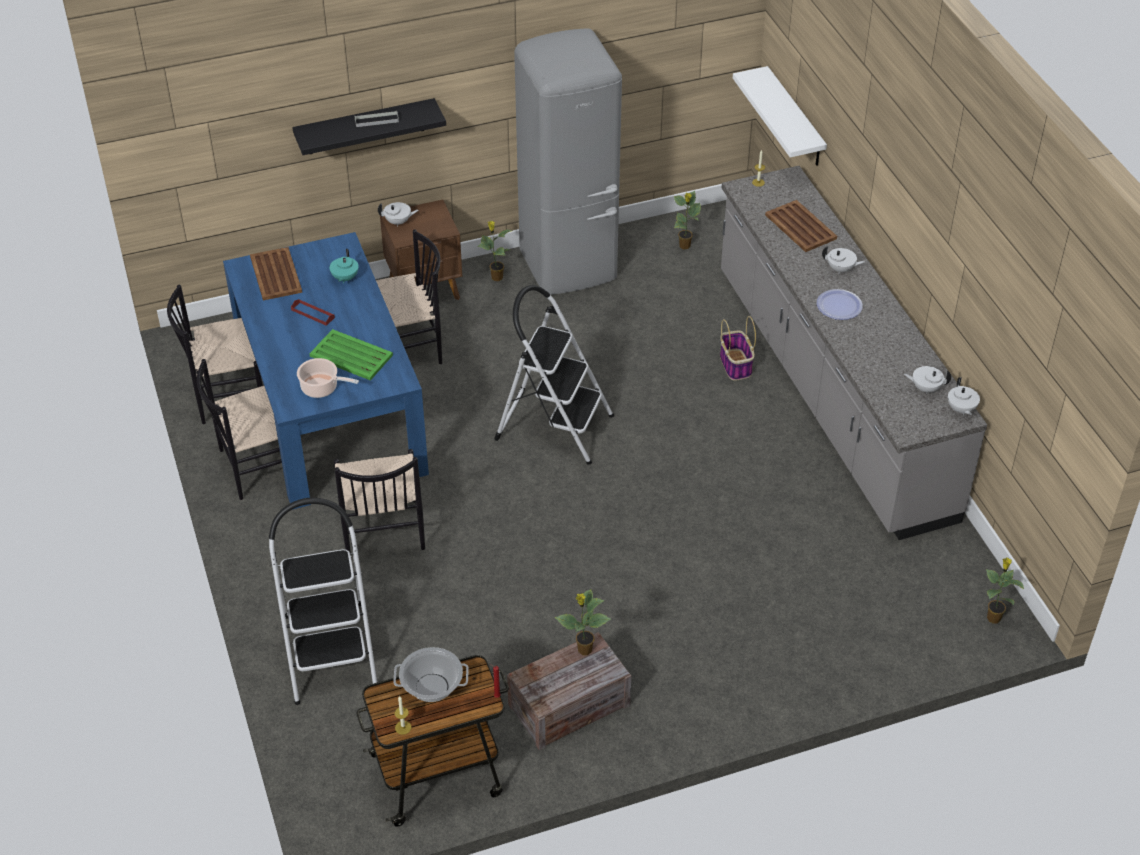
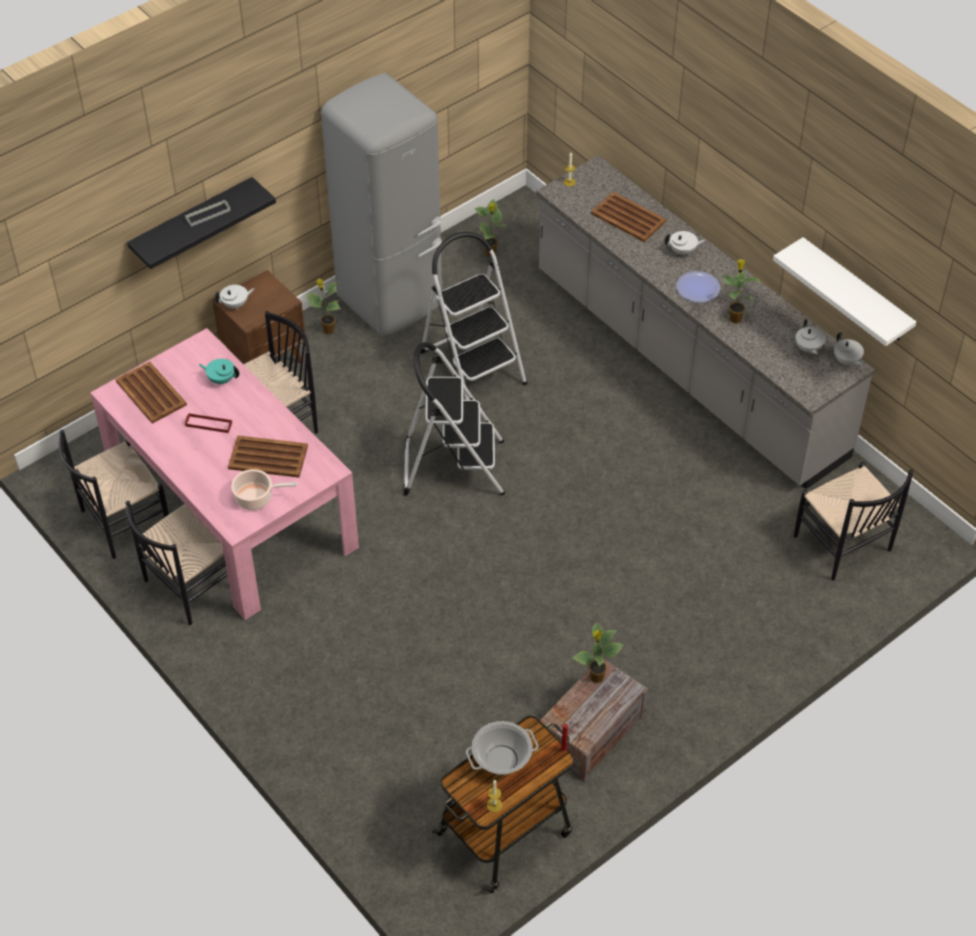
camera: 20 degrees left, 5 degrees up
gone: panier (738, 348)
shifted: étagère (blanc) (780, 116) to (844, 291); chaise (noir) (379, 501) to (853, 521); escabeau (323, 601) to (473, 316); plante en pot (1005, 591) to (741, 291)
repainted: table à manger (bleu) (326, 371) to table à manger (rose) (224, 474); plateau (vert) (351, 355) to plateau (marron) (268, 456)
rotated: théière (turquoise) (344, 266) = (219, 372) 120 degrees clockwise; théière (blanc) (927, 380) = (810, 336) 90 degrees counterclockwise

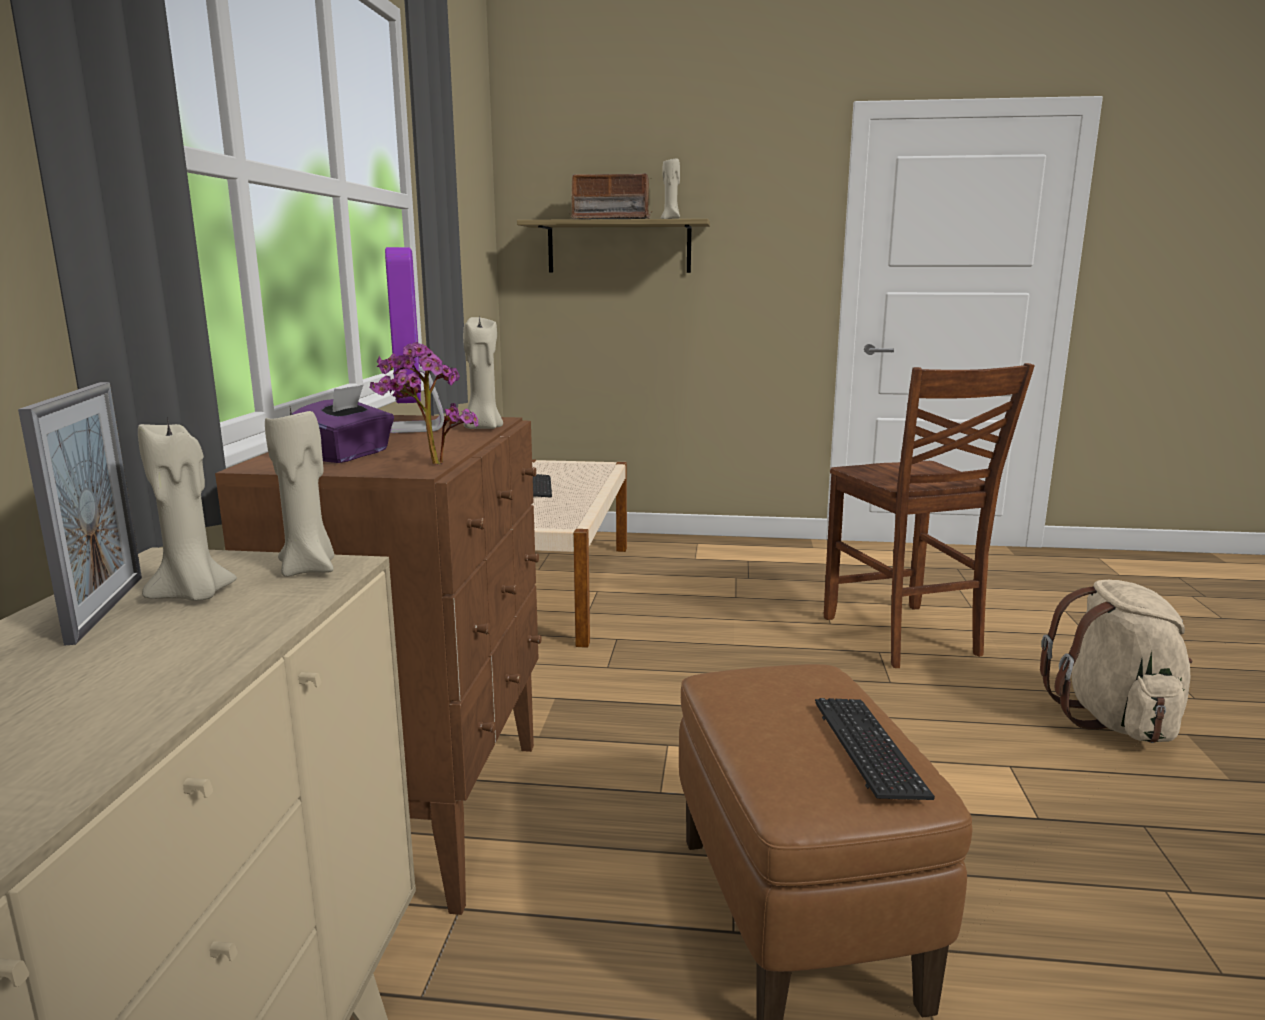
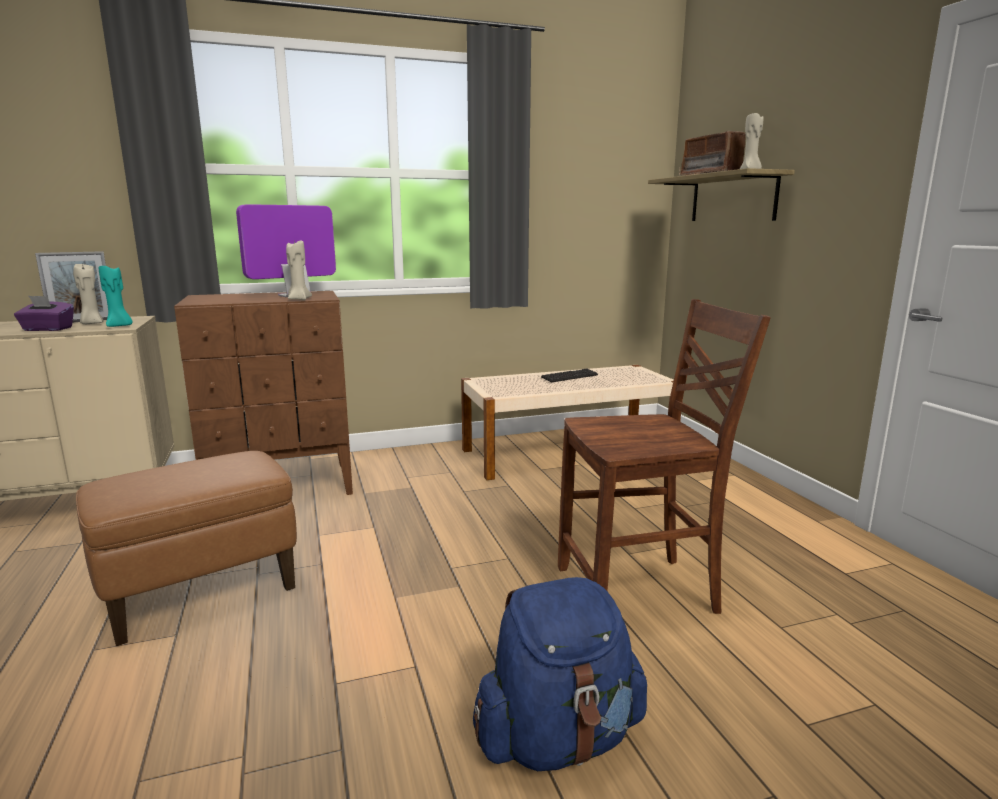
camera: 65 degrees right, 0 degrees up
gone: plante en pot (424, 403); clavier (875, 749)
shifted: boîte à mouchoirs (violet) (343, 423) to (44, 313)
repainted: bougie (beige) (299, 492) to bougie (turquoise) (116, 296); sac à dos (beige) (1116, 661) to sac à dos (bleu) (560, 674)
rotated: chaise (marron) (929, 515) = (664, 456) 150 degrees counterclockwise

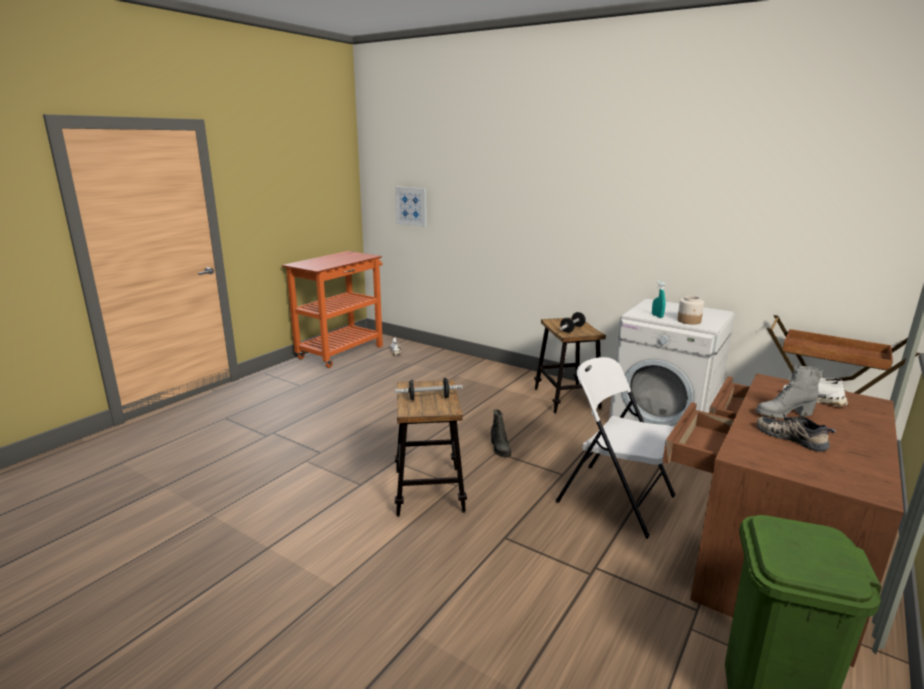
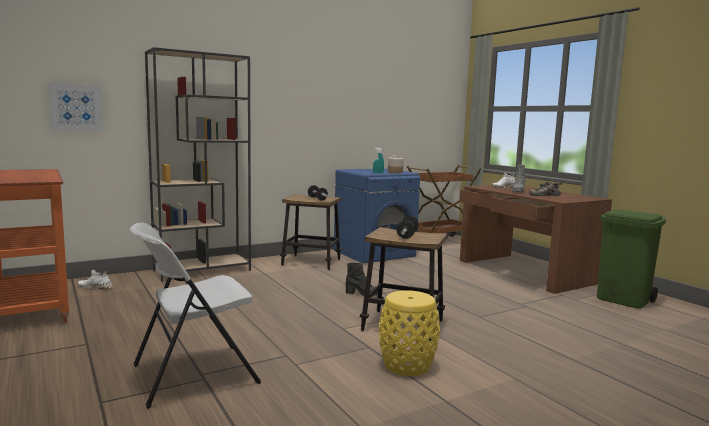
camera: 65 degrees left, 10 degrees down
new: bibliothèque (198, 164); tabouret (jaune) (409, 333)
shifted: chaise (blanc) (616, 448) to (195, 316)
repainted: lave-linge (blanc) (672, 362) to lave-linge (bleu) (377, 215)

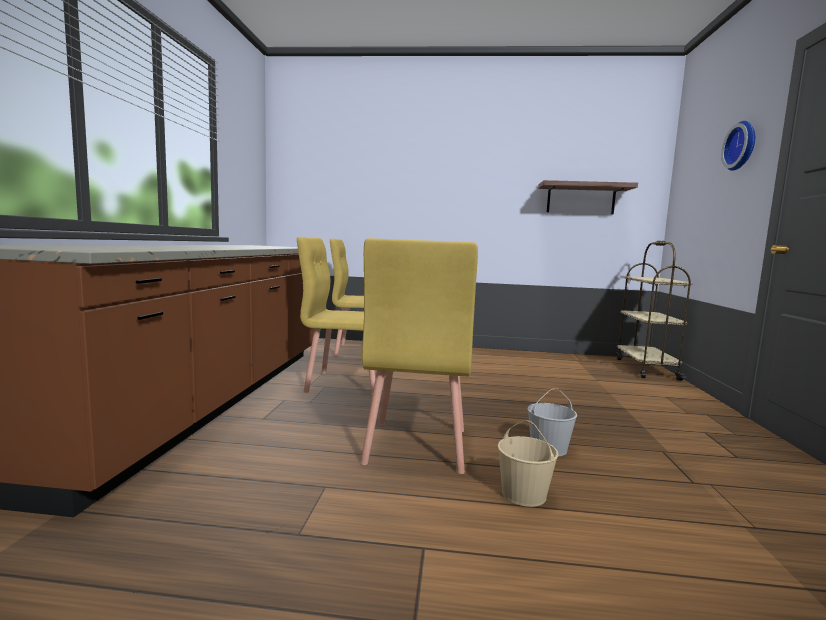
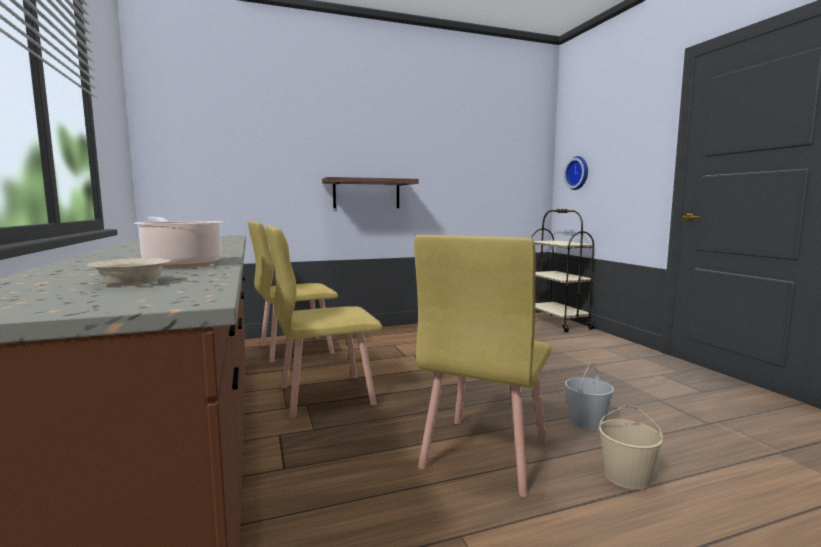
camera: 25 degrees left, 0 degrees up
new: marmite (179, 242); bol (beige) (129, 272)
shifted: horloge murale (738, 146) to (576, 173); étagère (588, 197) to (370, 192)
rotated: chaise (jaune) (419, 356) = (483, 366) 45 degrees clockwise

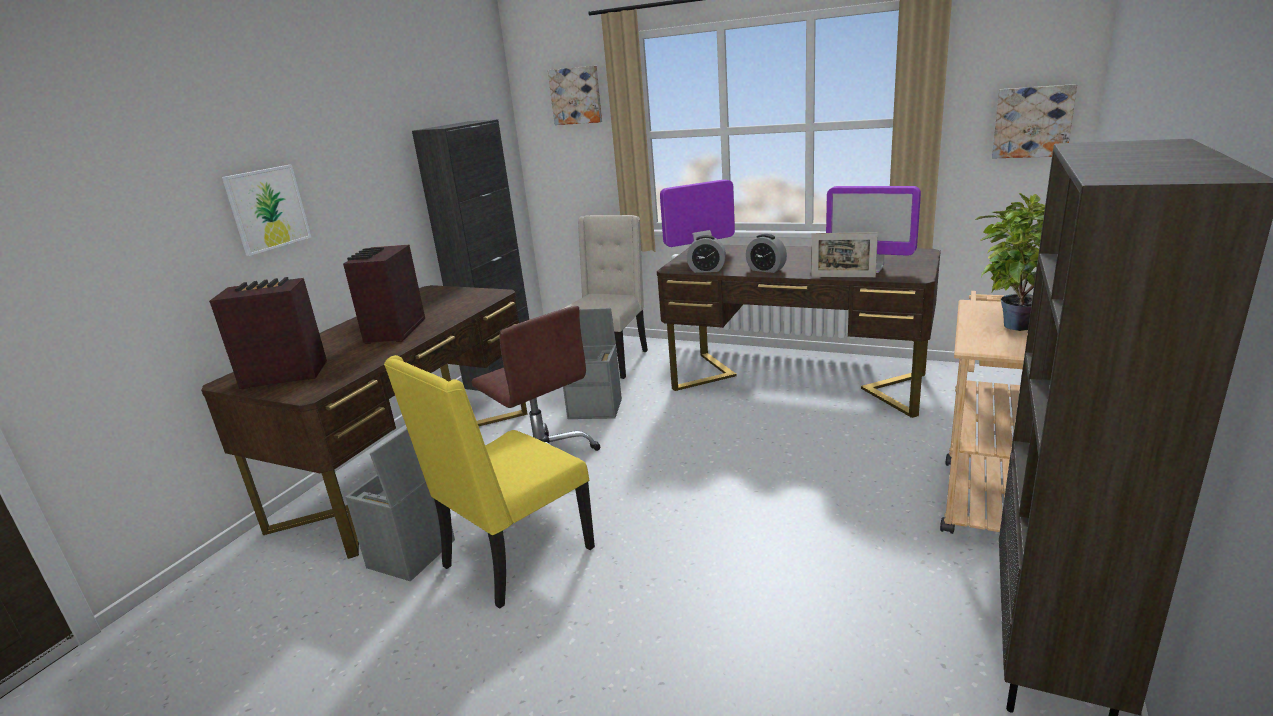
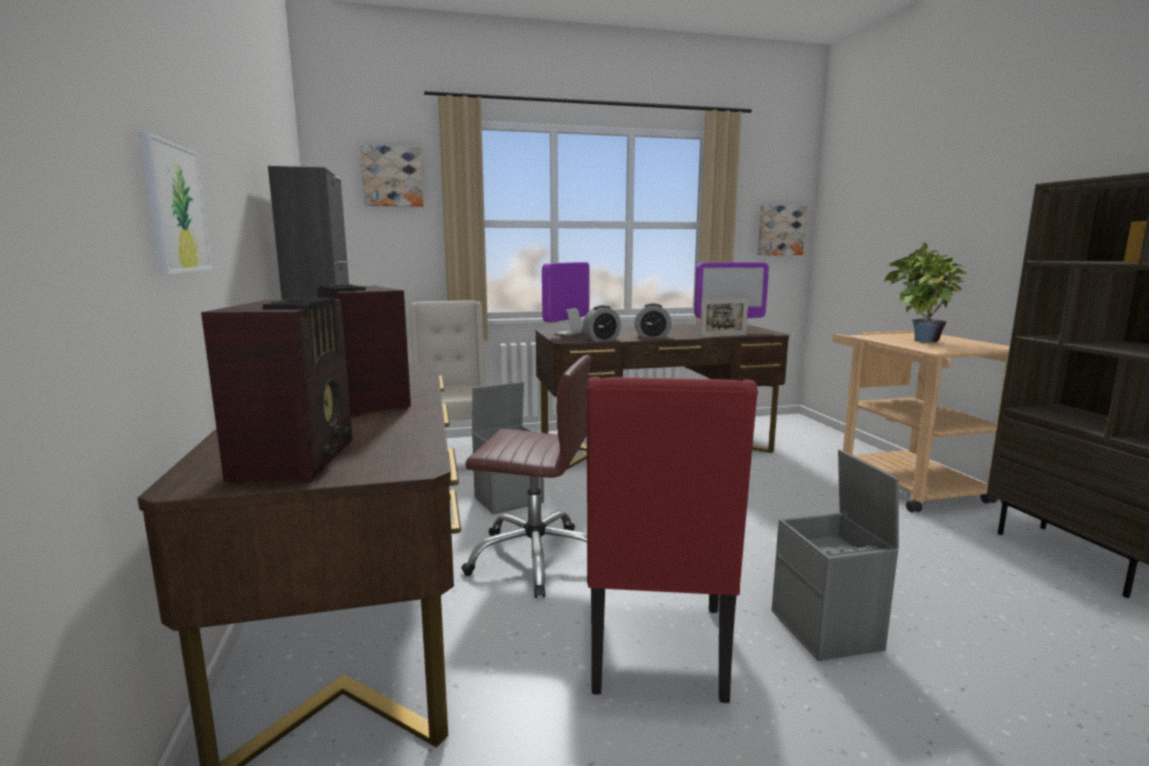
camera: 40 degrees left, 10 degrees down
shifted: boîte de rangement (gris) (400, 505) to (835, 555)
repainted: chaise (jaune) (489, 482) to chaise (rouge) (672, 540)
rotated: radio (268, 333) = (276, 390) 135 degrees clockwise

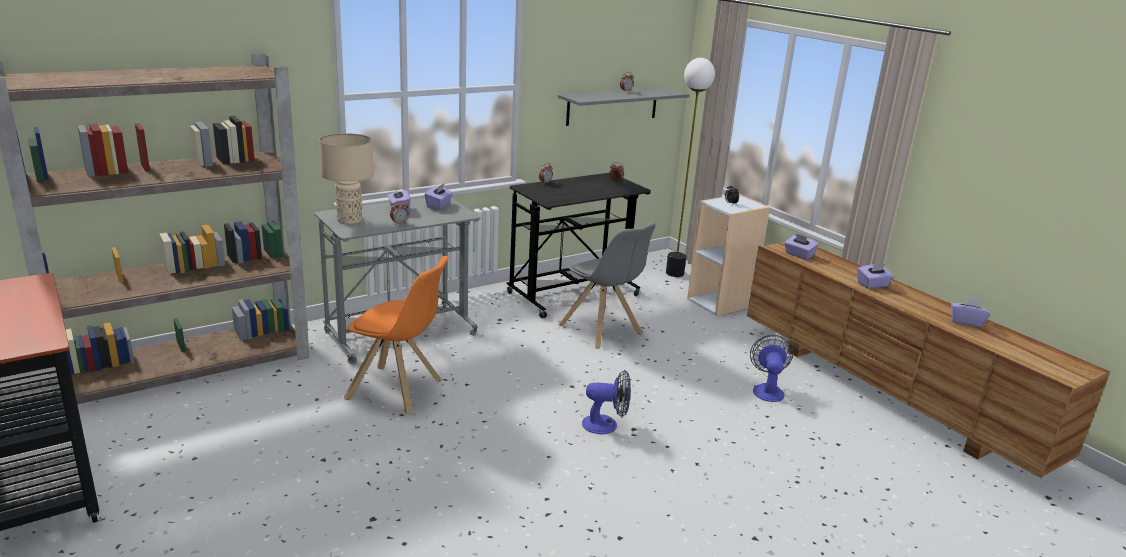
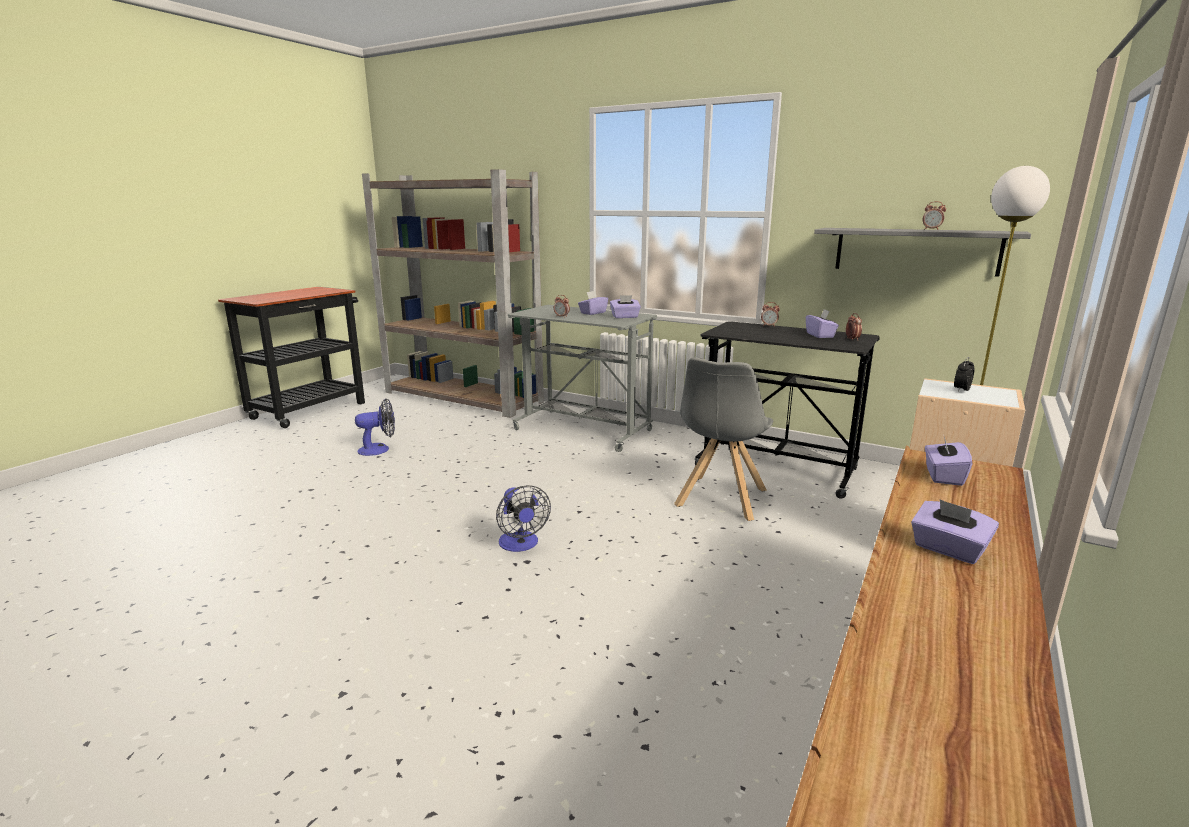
camera: 65 degrees right, 5 degrees down
gone: lampe de table (beige) (346, 178); chaise (orange) (396, 335)
shifted: boîte à mouchoirs (violet) (970, 311) to (822, 323); ventilateur (772, 368) to (375, 427)

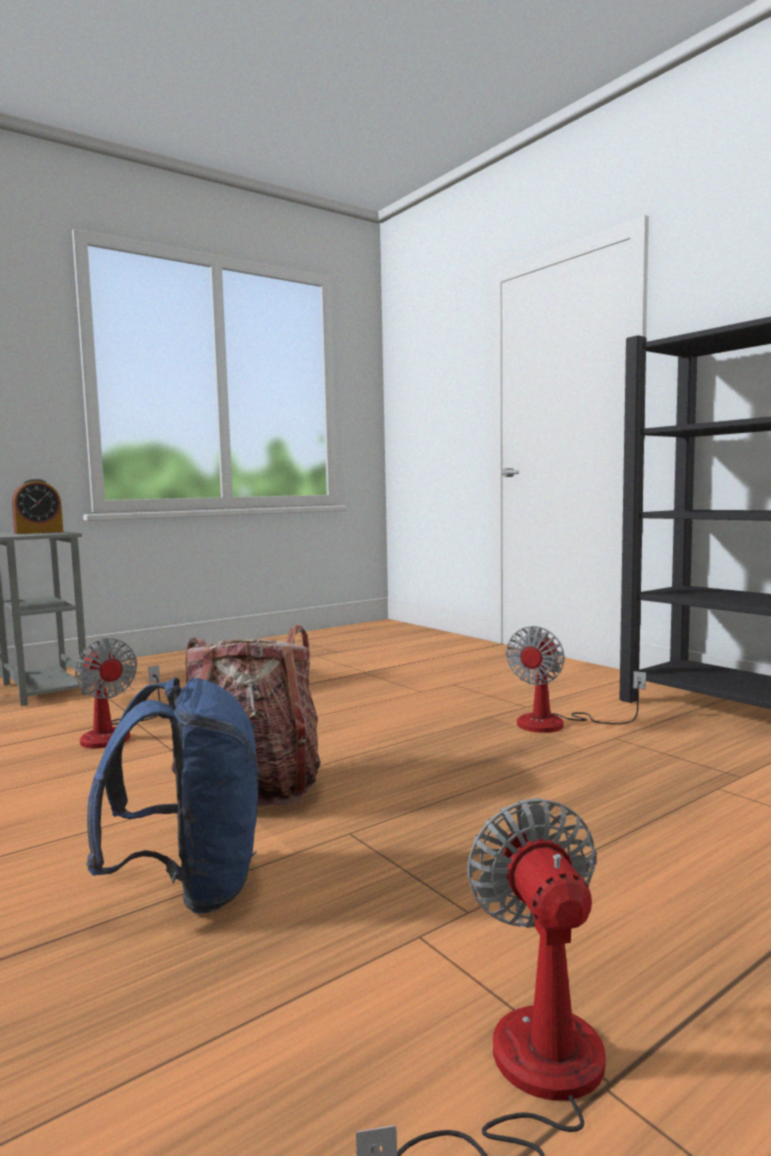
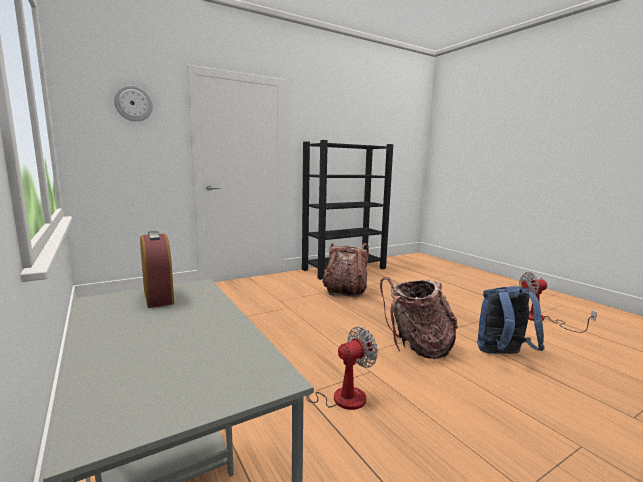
camera: 85 degrees left, 5 degrees up
new: horloge murale (133, 103)
swapped: ventilateur (576, 679) to sac à dos (345, 270)

